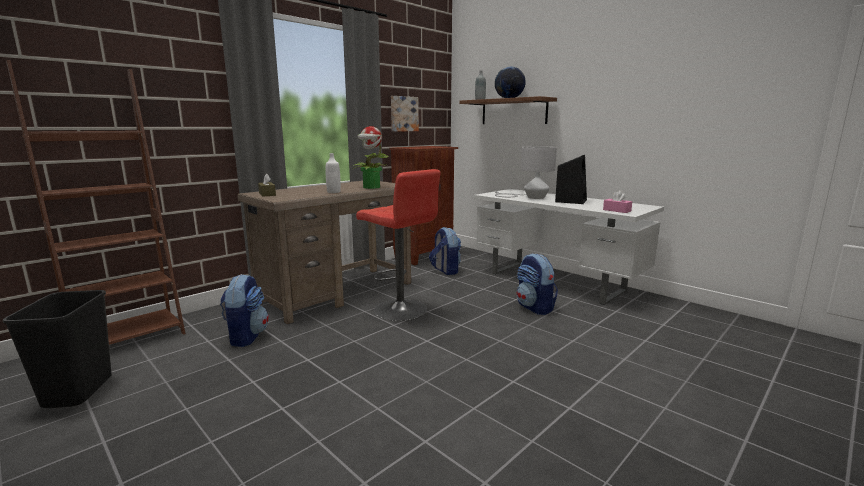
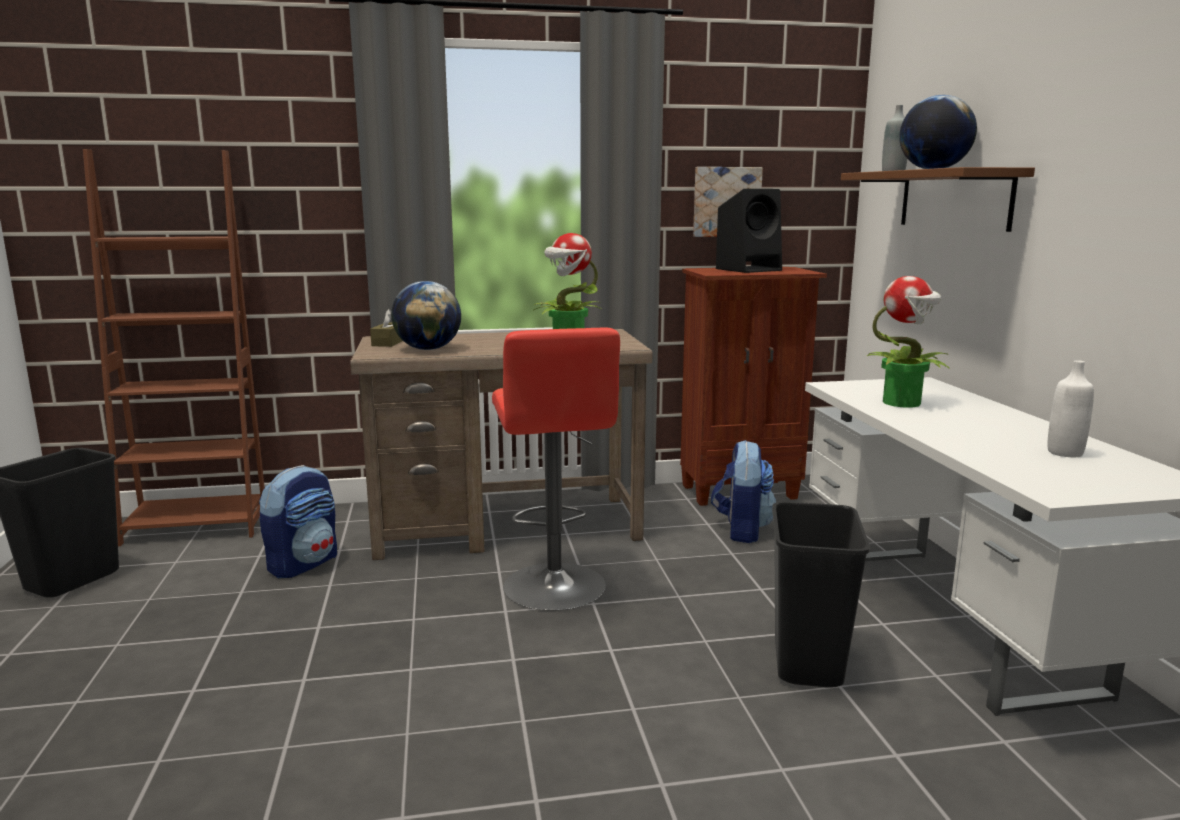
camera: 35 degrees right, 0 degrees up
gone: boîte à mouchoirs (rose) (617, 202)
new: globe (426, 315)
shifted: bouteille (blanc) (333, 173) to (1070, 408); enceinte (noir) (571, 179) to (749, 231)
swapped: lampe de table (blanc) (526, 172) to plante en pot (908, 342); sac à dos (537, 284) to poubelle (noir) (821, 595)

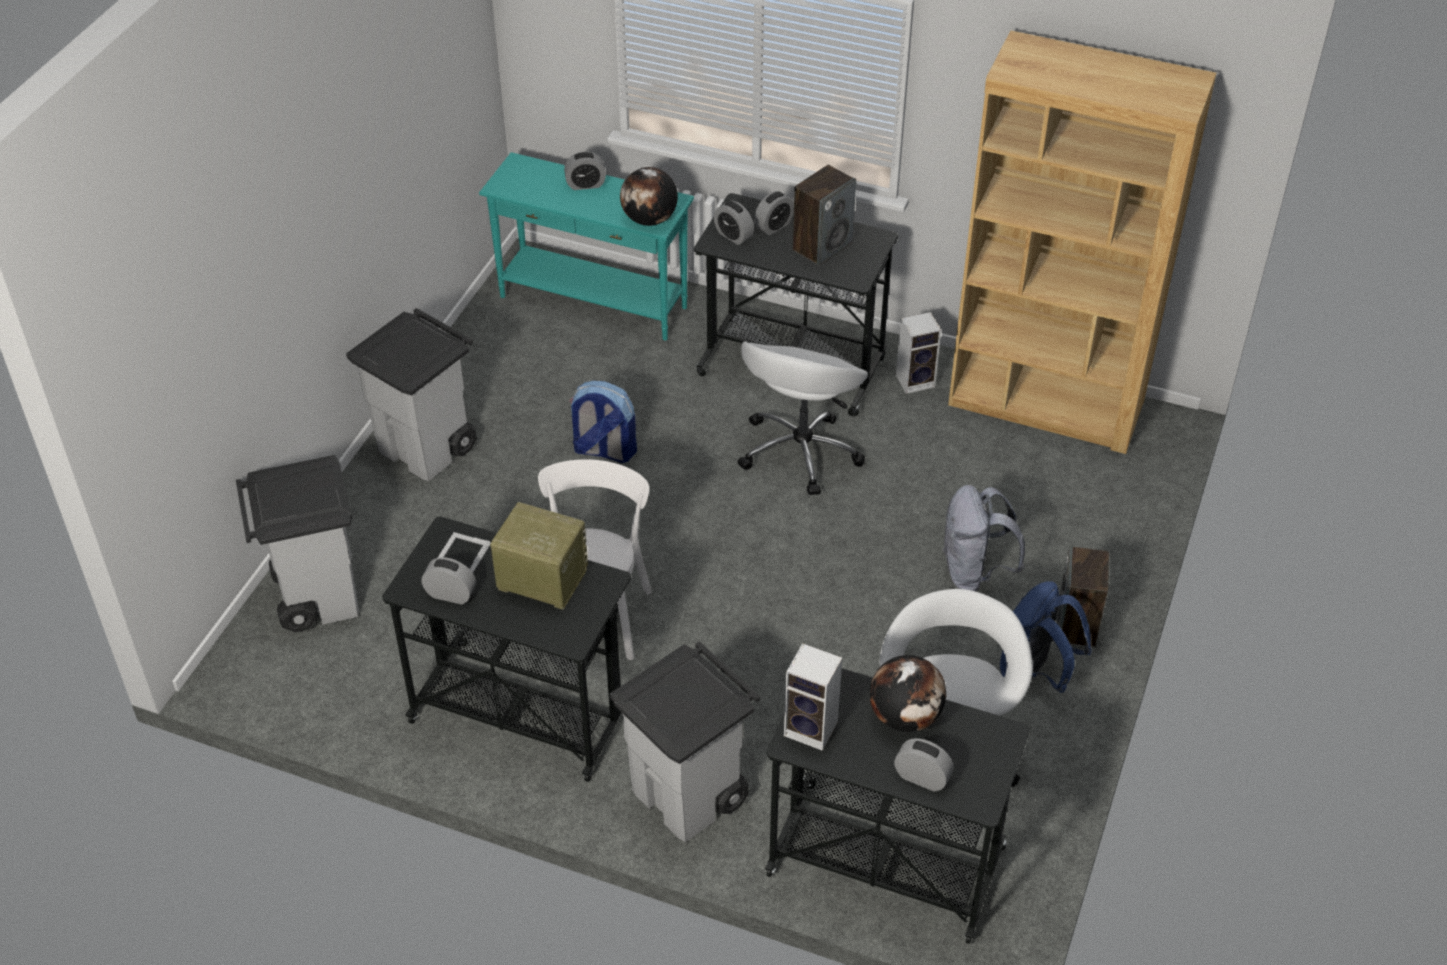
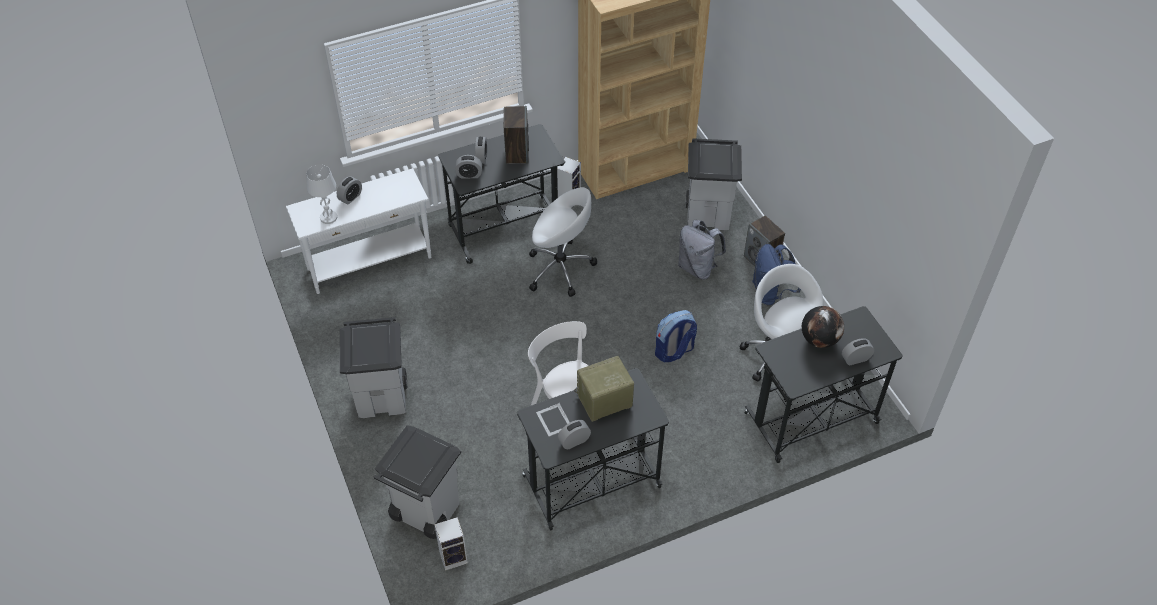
camera: 45 degrees left, 5 degrees up
gone: globe (649, 196)
new: lampe de table (blanc) (321, 194)
shifted: sac à dos (603, 422) to (676, 336); poubelle (gris) (685, 741) to (714, 184); enceinte (813, 697) to (451, 544)
repainted: table console (turquoise) (586, 246) to table console (blanc) (358, 231)
rotated: chaise de bureau (blanc) (802, 418) = (563, 242) 45 degrees counterclockwise

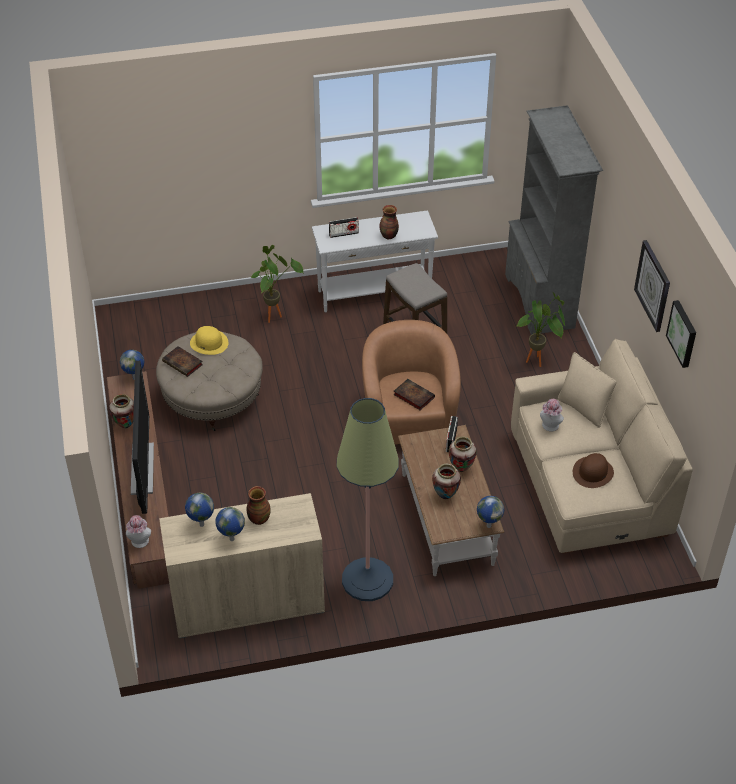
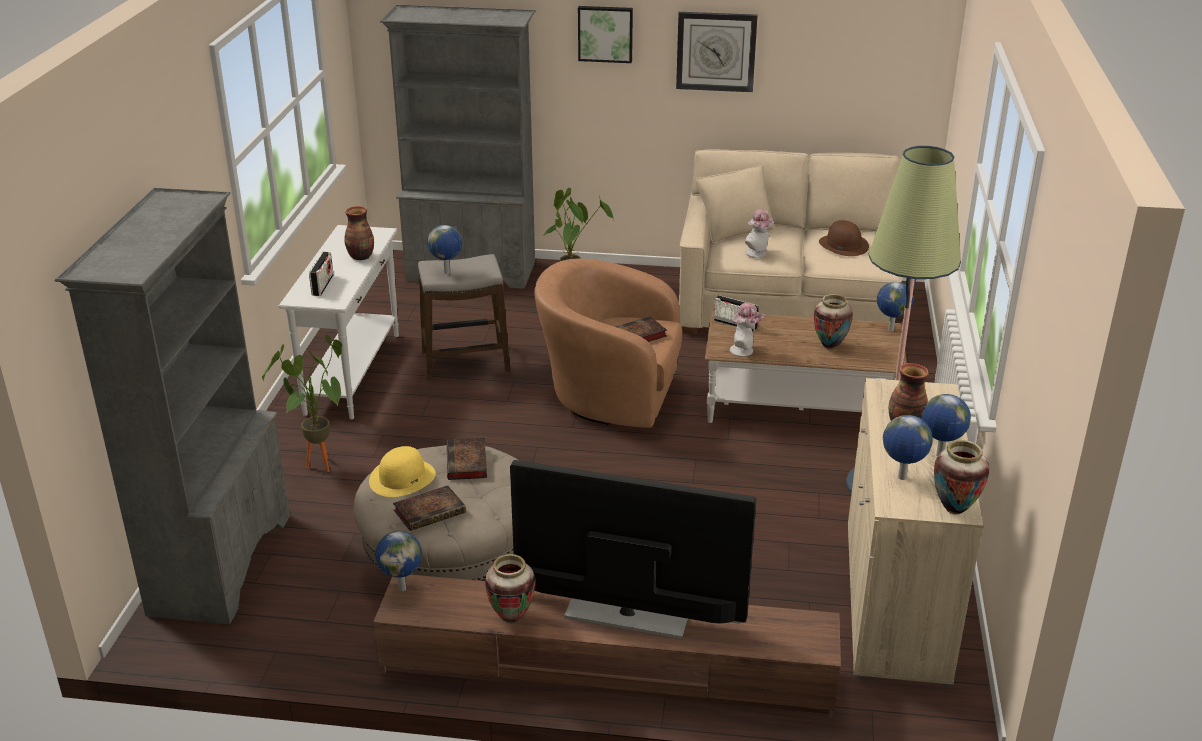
camera: 70 degrees left, 15 degrees down
new: bibliothèque (gris) (172, 406); globe (444, 249); livre (467, 459)
shifted: tableau (681, 334) to (605, 34); vase (463, 454) to (961, 477); chapeau (138, 531) to (747, 329)

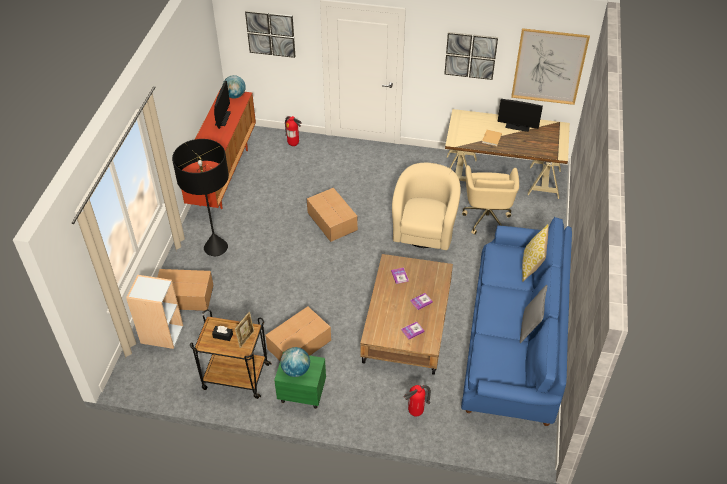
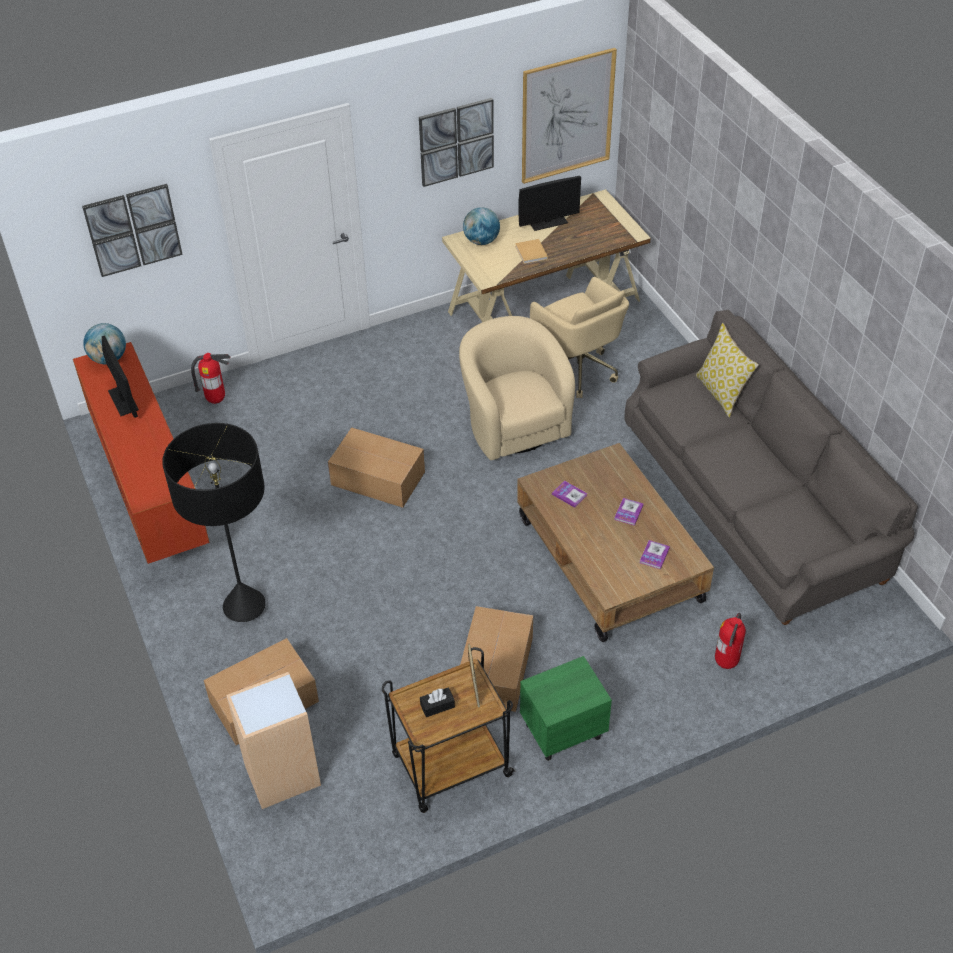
camera: 35 degrees left, 0 degrees up
gone: coussin (gris) (533, 314)
shifted: globe (295, 362) to (481, 226)
repainted: canapé (bleu) (516, 321) to canapé (gris) (771, 467)

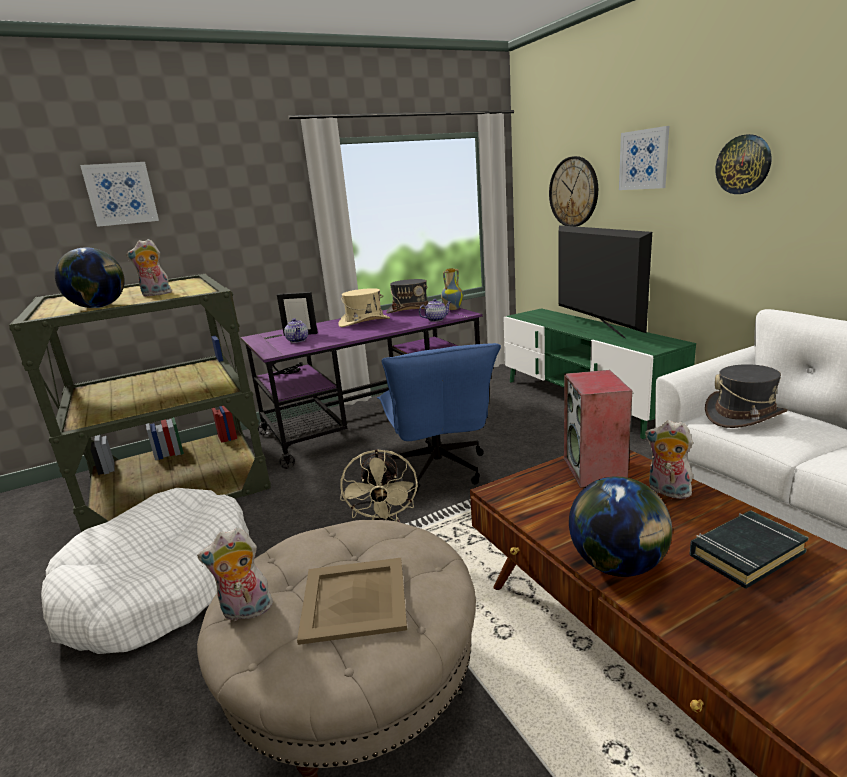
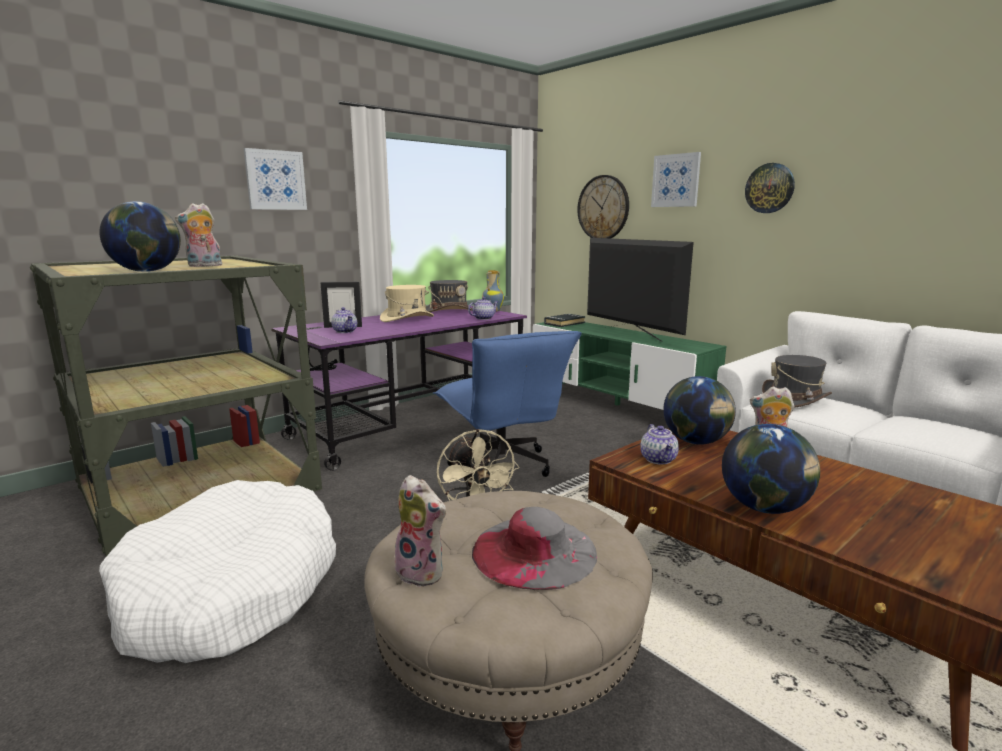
camera: 15 degrees left, 5 degrees down
new: théière (659, 444)
shifted: tableau (119, 194) to (275, 179); livre (noir) (749, 549) to (565, 320)
swapped: enceinte (598, 429) to globe (699, 410); plateau (beige) (352, 601) to chapeau (gris) (534, 548)
rotated: peluche (235, 574) = (420, 531) 120 degrees counterclockwise

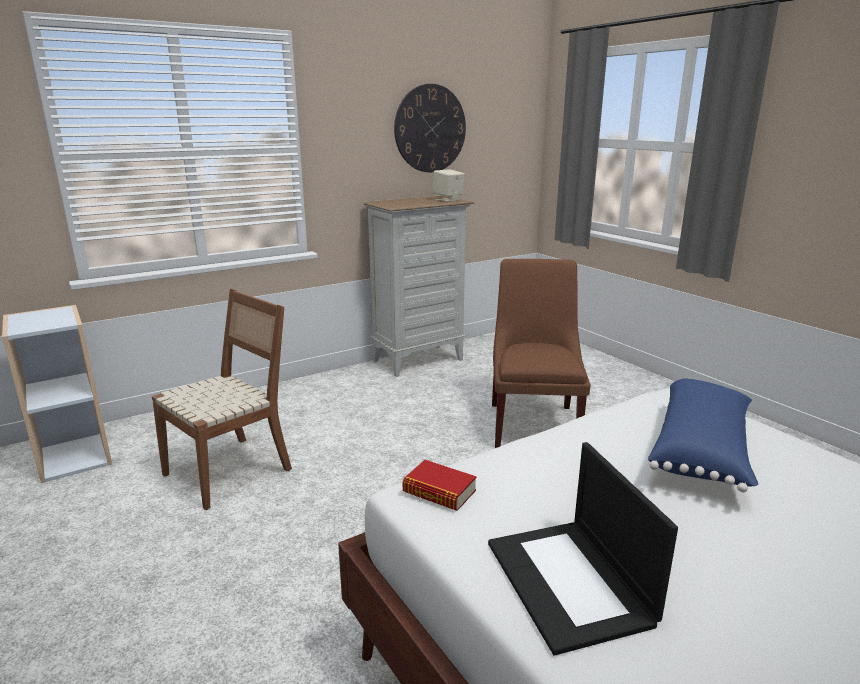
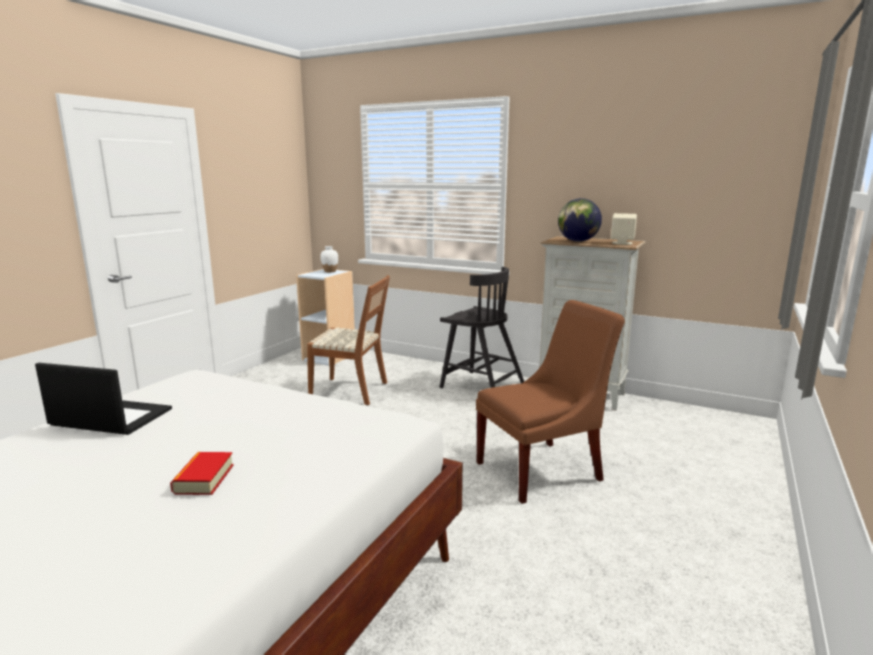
camera: 60 degrees right, 5 degrees down
gone: horloge murale (430, 128); coussin (bleu) (703, 435)
new: globe (580, 220); vase (blanc) (329, 259); chaise (noir) (482, 327)
shifted: livre (439, 485) to (202, 473)
rotated: ordinateur portable (583, 549) = (103, 399) 60 degrees clockwise

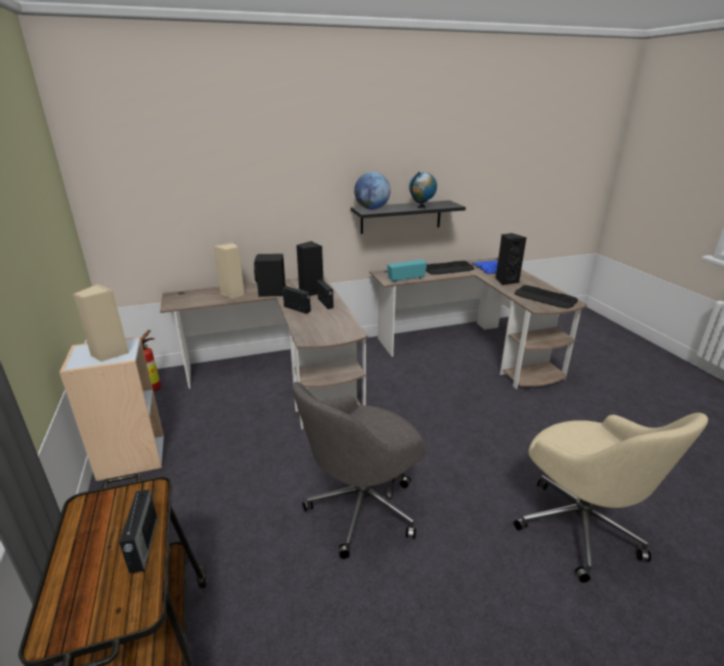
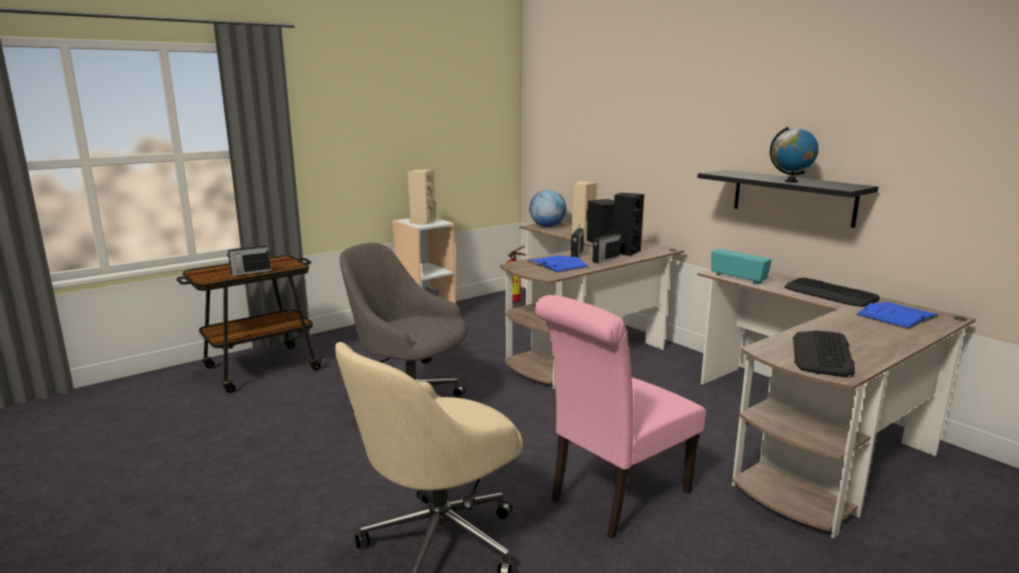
camera: 70 degrees right, 10 degrees down
gone: enceinte (noir) (510, 259)
new: livre (bleu) (558, 264); chaise (rose) (620, 417)
shifted: globe (372, 191) to (547, 208)

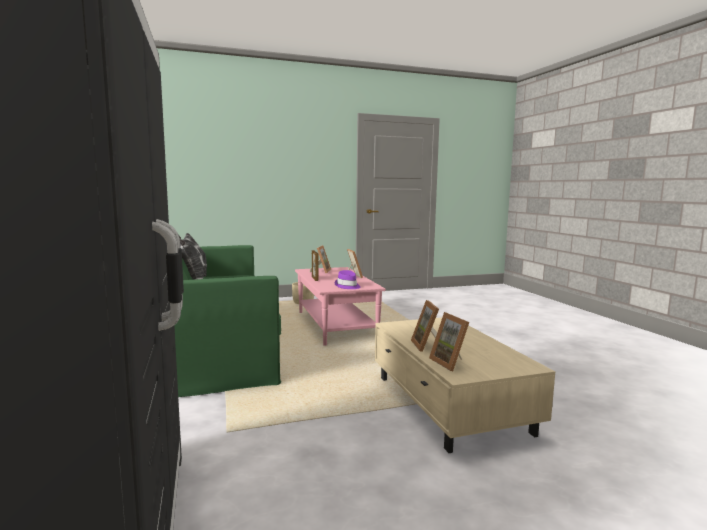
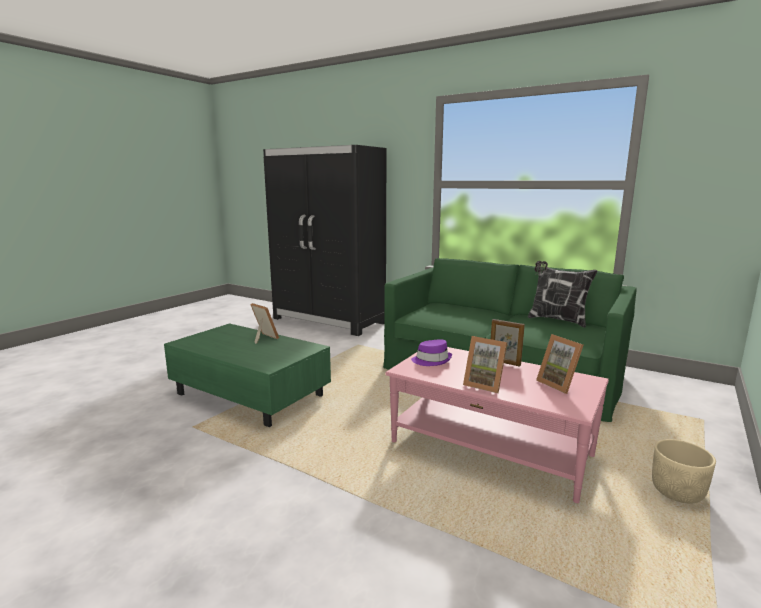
camera: 140 degrees right, 5 degrees up
gone: cadre photo (449, 341)
repainted: table basse (beige) (465, 385) to table basse (vert) (247, 375)

